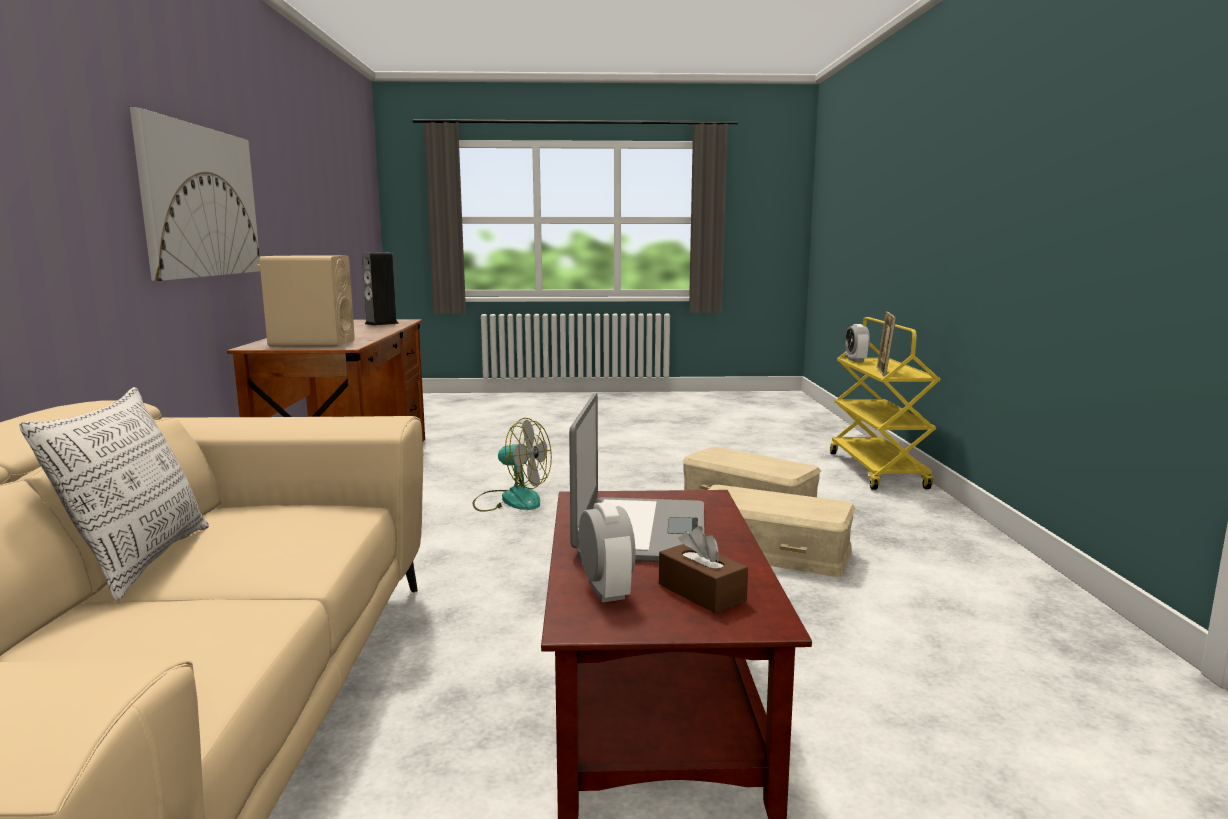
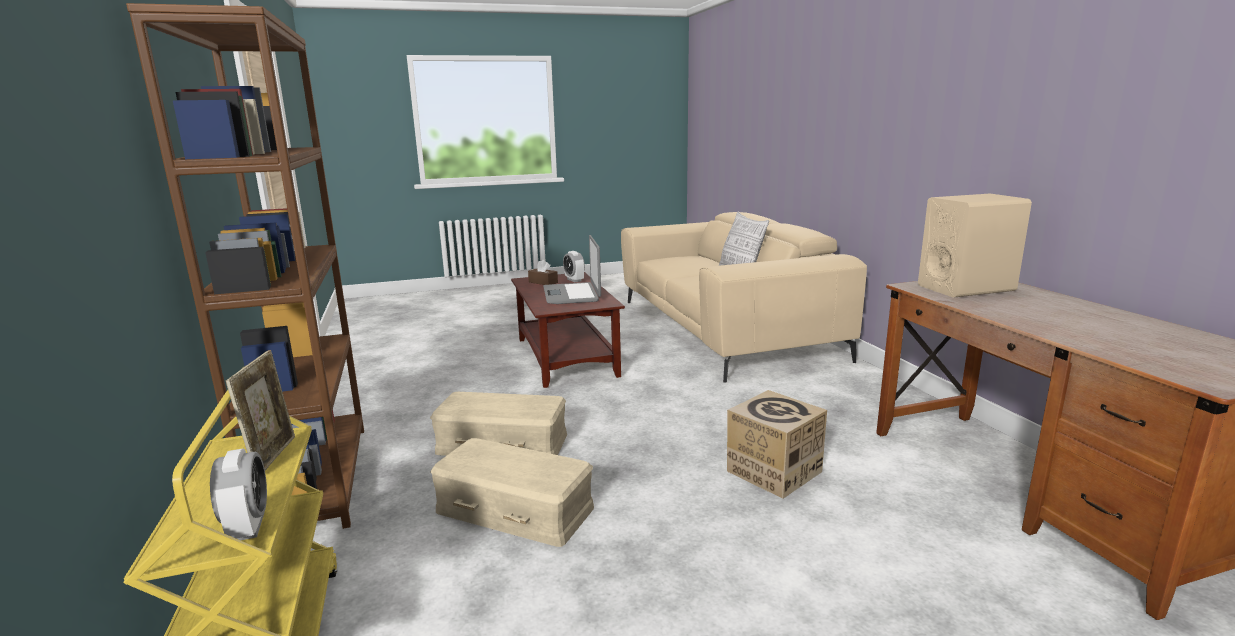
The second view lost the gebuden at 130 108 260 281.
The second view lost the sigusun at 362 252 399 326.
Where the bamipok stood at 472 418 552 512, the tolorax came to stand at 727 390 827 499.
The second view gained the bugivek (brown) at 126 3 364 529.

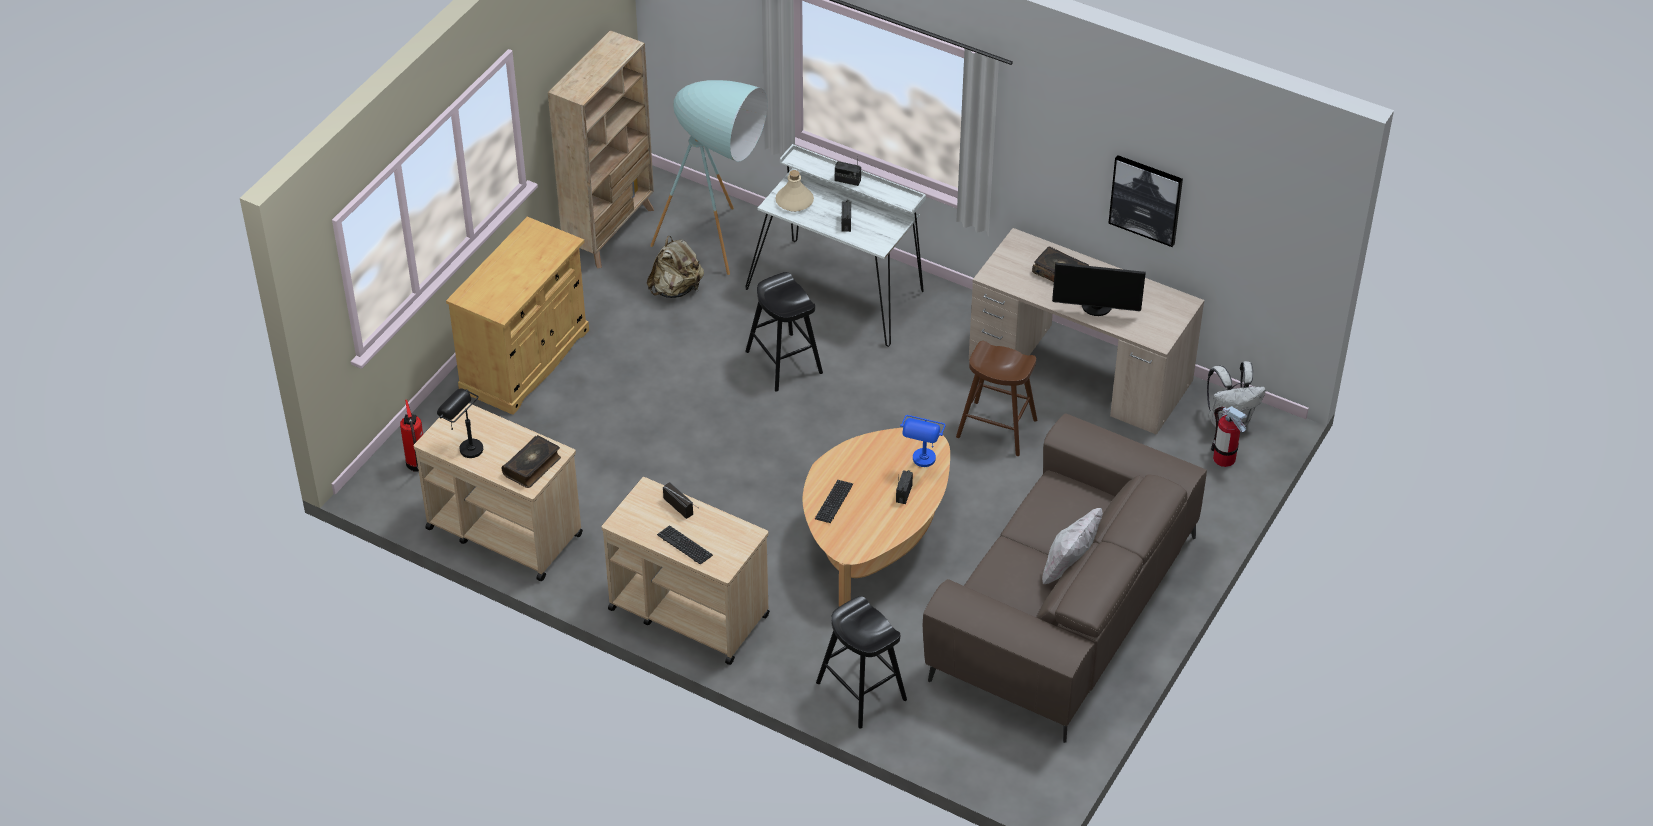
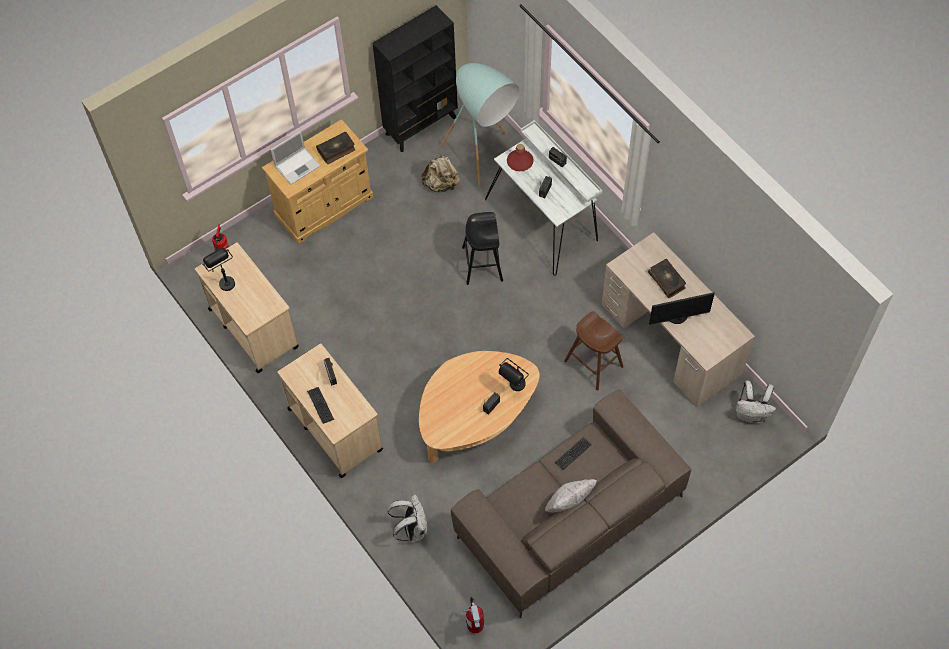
What was the bugivek (beige) at 548 30 654 269 turned into the bugivek (black) at 372 5 458 152.
The second view lost the gebuden at 1108 155 1183 247.
What was the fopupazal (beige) at 775 170 814 212 turned into the fopupazal (red) at 507 144 534 171.
The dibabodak at 1052 262 1146 316 ended up facing another way, 45 degrees counterclockwise from before.
The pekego ended up elsewhere, having gone from 1211 406 1247 467 to 463 597 484 634.
What was the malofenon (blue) at 900 415 946 467 turned into the malofenon (black) at 499 358 529 391.
The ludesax ended up elsewhere, having gone from 501 435 561 488 to 316 132 356 164.
The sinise ended up elsewhere, having gone from 815 480 853 523 to 555 437 592 470.
Where the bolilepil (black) stood at 816 596 907 728, the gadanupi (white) came to stand at 388 494 427 542.
The second view gained the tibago at 271 131 321 185.

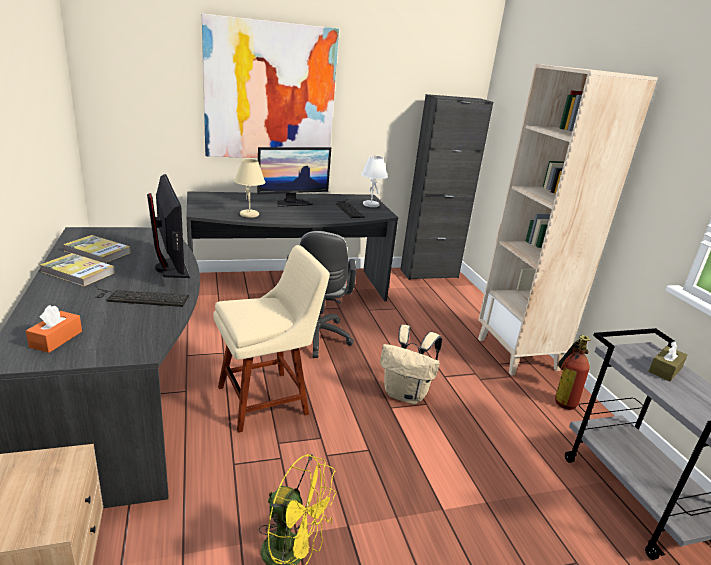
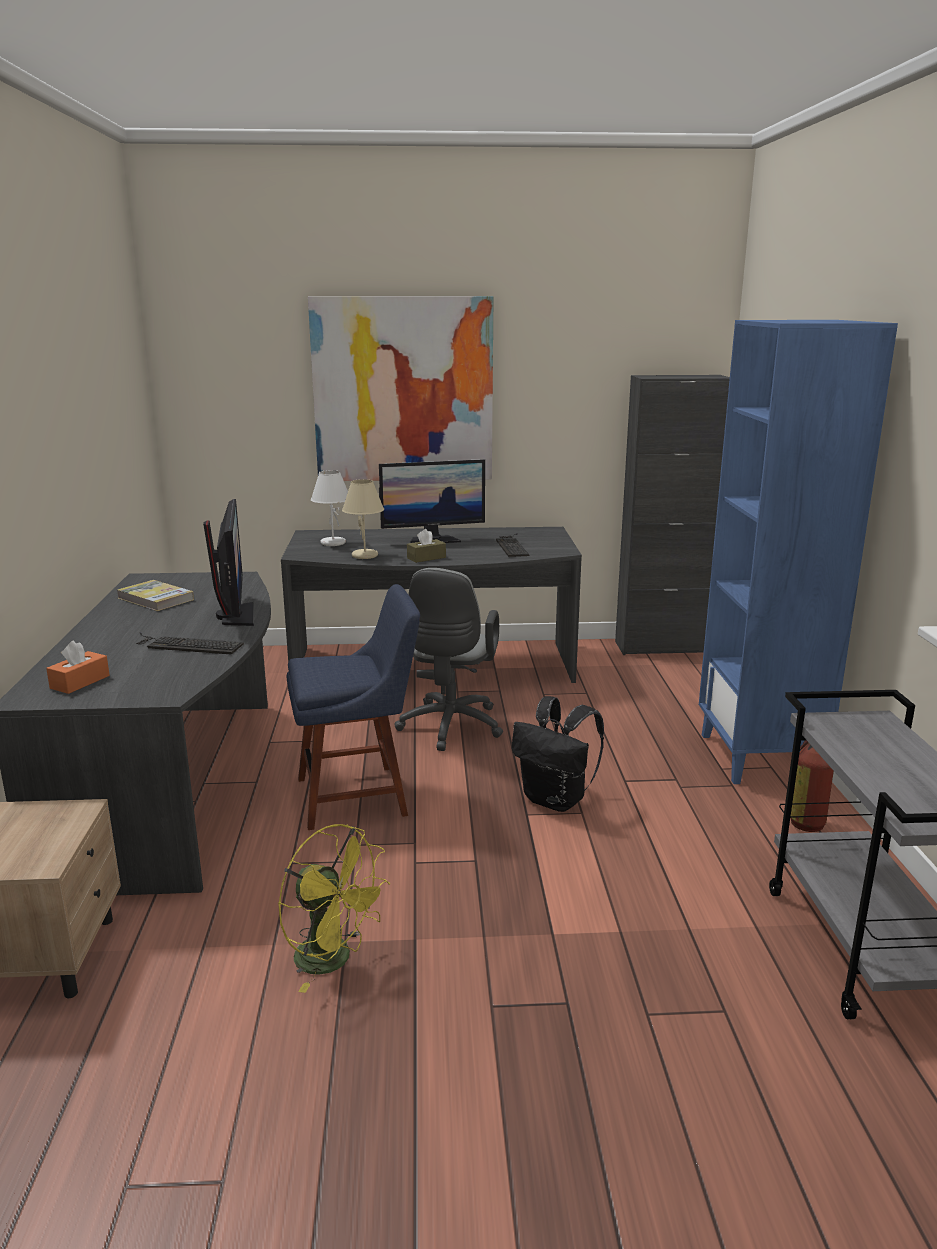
What was the bugivek (beige) at 478 64 658 376 turned into the bugivek (blue) at 699 320 898 784.
The malofenon (white) ended up elsewhere, having gone from 361 156 388 207 to 311 470 348 546.
What was the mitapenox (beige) at 213 245 330 433 turned into the mitapenox (blue) at 287 584 420 830.
The second view lost the ludesax at 40 253 115 286.
What was the gadanupi (beige) at 380 325 442 404 turned into the gadanupi (black) at 512 696 604 812.
The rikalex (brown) ended up elsewhere, having gone from 648 341 688 382 to 407 529 446 563.

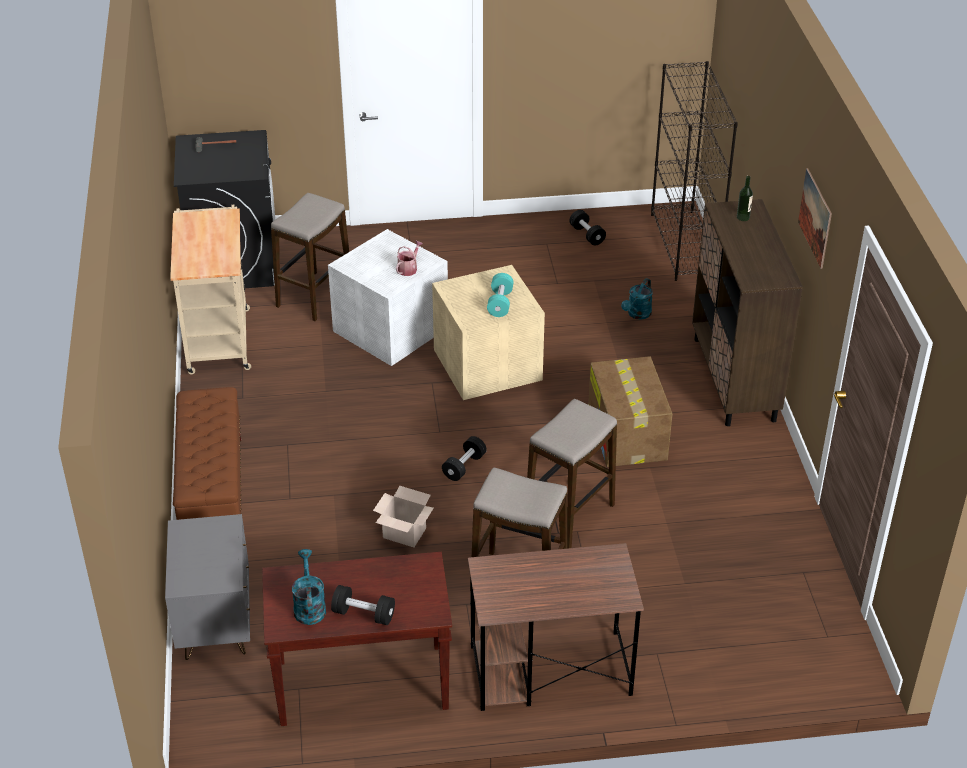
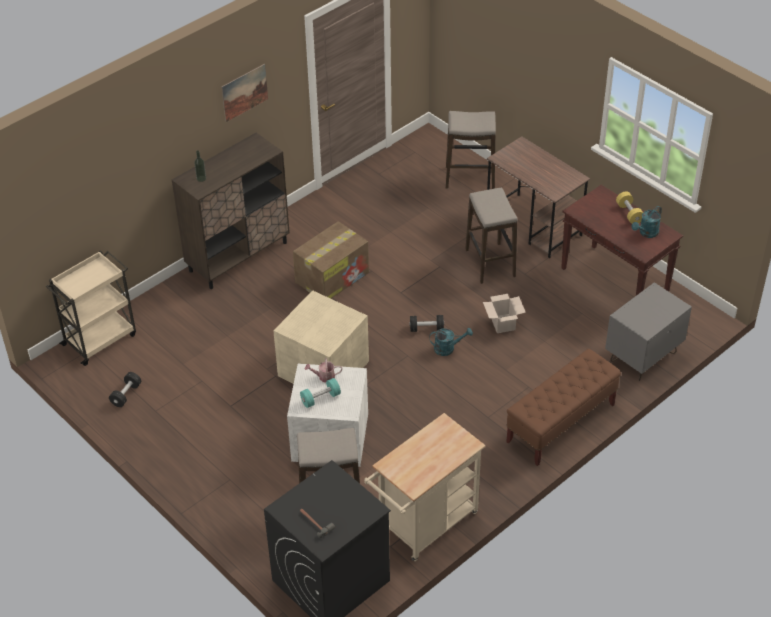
Where the bugivek (black) stood at 651 61 738 281, the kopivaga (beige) came to stand at 46 250 136 366.
The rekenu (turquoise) ended up elsewhere, having gone from 487 273 514 317 to 300 378 341 408.
The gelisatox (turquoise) ended up elsewhere, having gone from 621 278 653 320 to 429 328 473 356.
The bolilepil ended up elsewhere, having gone from 527 399 617 549 to 446 111 496 189.
What was the rekenu (black) at 331 585 395 625 turned into the rekenu (yellow) at 616 191 643 224.

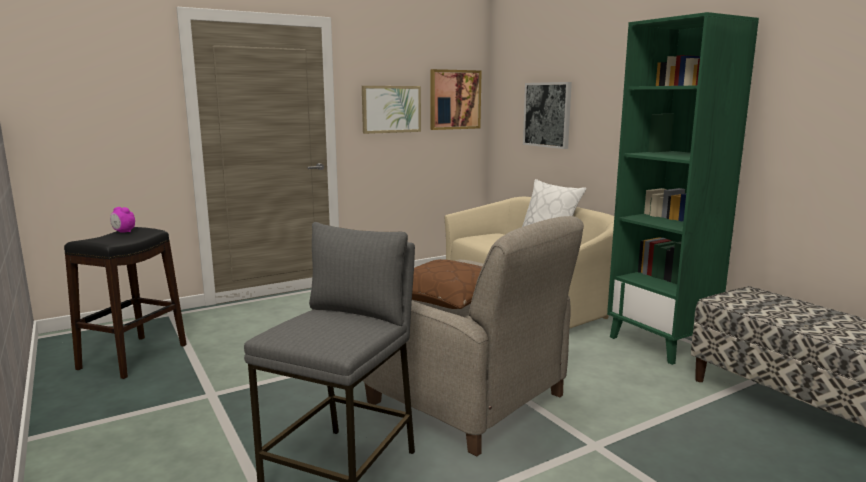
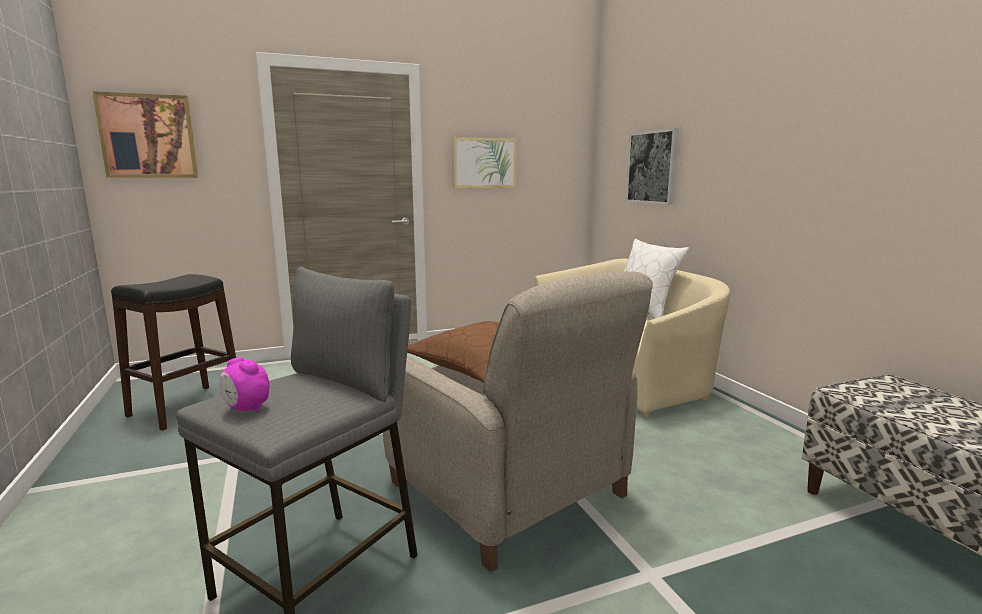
The second view lost the bugivek (green) at 607 12 759 365.
The gebuden ended up elsewhere, having gone from 430 69 482 130 to 92 91 198 178.
The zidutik ended up elsewhere, having gone from 110 207 135 233 to 219 357 269 412.

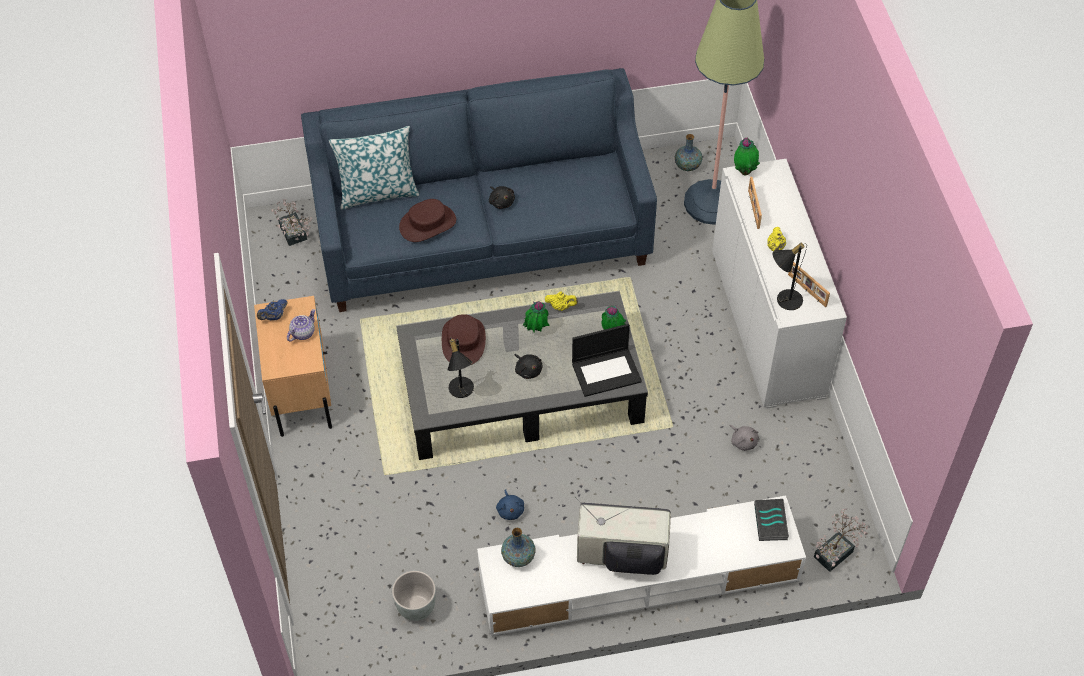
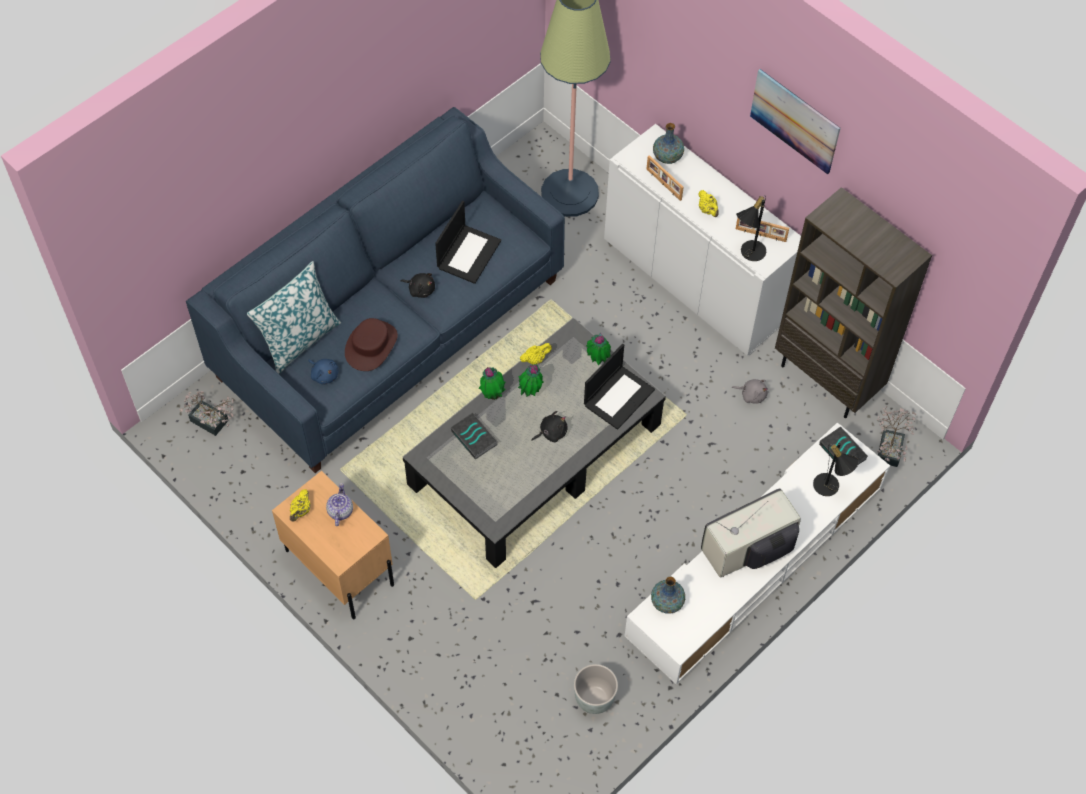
The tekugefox ended up elsewhere, having gone from 675 134 702 171 to 653 123 684 164.
The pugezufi ended up elsewhere, having gone from 734 137 760 175 to 479 367 506 400.
What was the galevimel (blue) at 257 299 288 321 turned into the galevimel (yellow) at 290 489 310 522.
Where the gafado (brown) stood at 442 314 486 365, the ludesax came to stand at 451 413 498 459.
The malofenon (black) ended up elsewhere, having gone from 447 337 474 398 to 813 443 859 496.
The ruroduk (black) at 514 354 543 379 ended up facing another way, 45 degrees counterclockwise from before.
The ruroduk (blue) ended up elsewhere, having gone from 496 489 524 520 to 308 359 339 385.
The second view gained the gebuden at 750 69 840 175.
The second view gained the bugivek (brown) at 775 187 932 418.
The second view gained the tibago at 435 201 501 284.

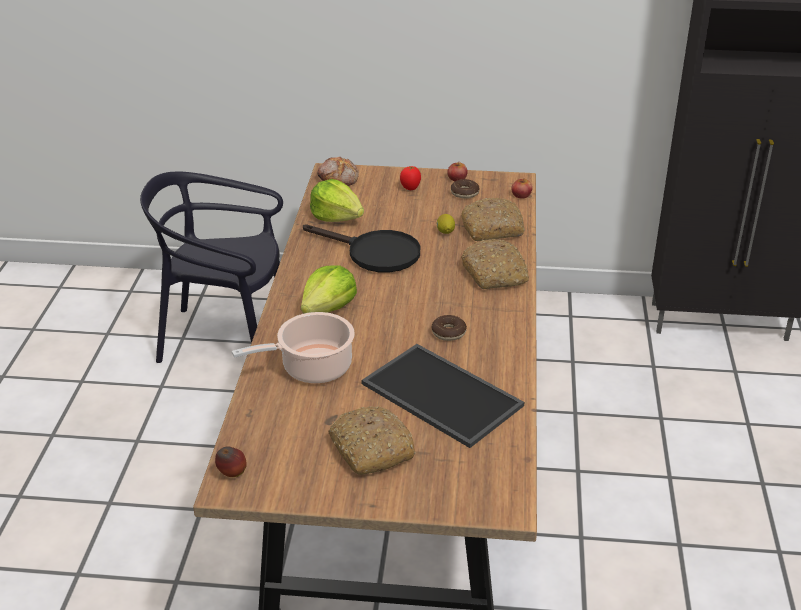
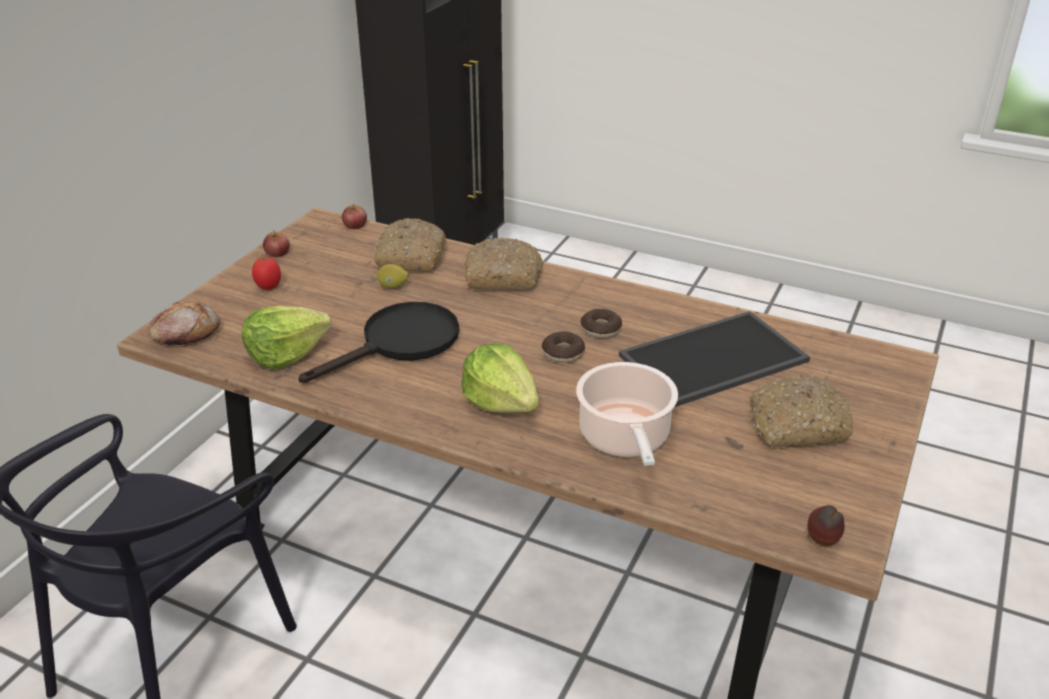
The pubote ended up elsewhere, having gone from 451 179 480 199 to 542 332 585 363.

